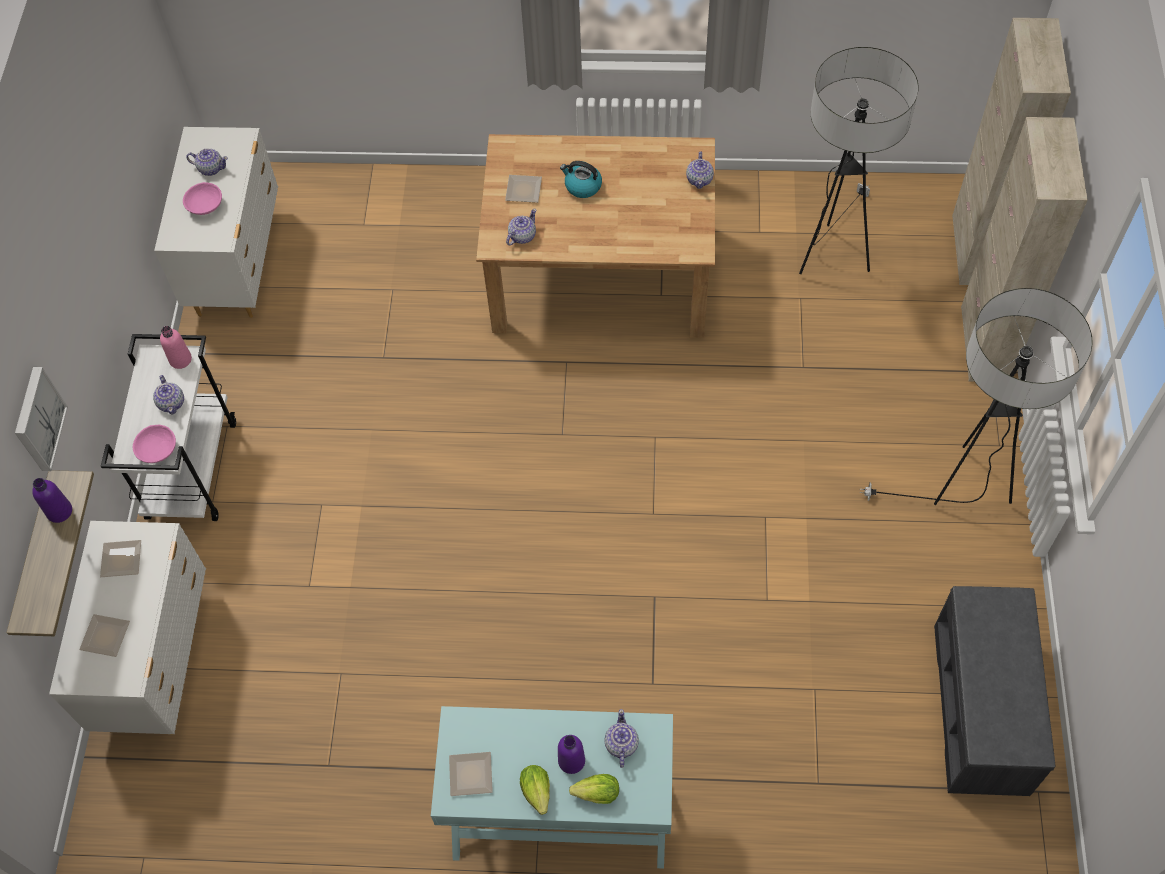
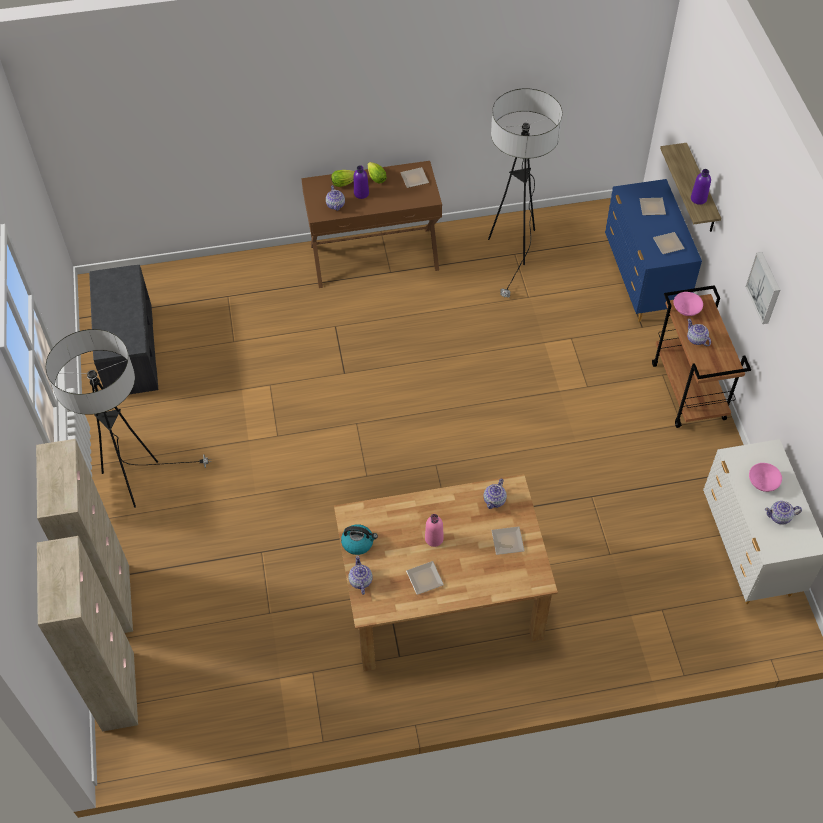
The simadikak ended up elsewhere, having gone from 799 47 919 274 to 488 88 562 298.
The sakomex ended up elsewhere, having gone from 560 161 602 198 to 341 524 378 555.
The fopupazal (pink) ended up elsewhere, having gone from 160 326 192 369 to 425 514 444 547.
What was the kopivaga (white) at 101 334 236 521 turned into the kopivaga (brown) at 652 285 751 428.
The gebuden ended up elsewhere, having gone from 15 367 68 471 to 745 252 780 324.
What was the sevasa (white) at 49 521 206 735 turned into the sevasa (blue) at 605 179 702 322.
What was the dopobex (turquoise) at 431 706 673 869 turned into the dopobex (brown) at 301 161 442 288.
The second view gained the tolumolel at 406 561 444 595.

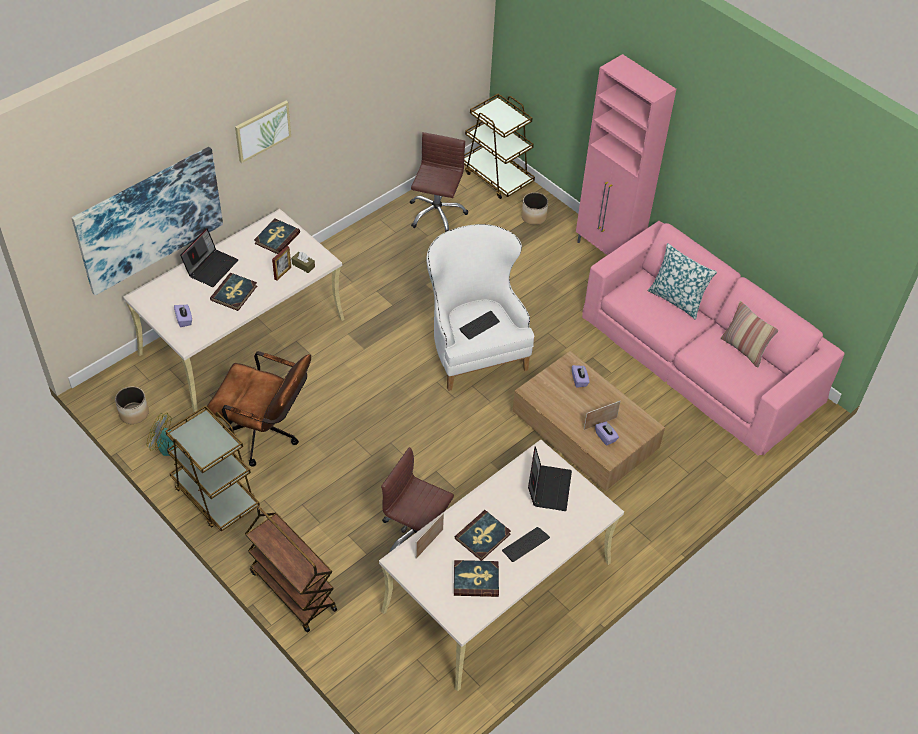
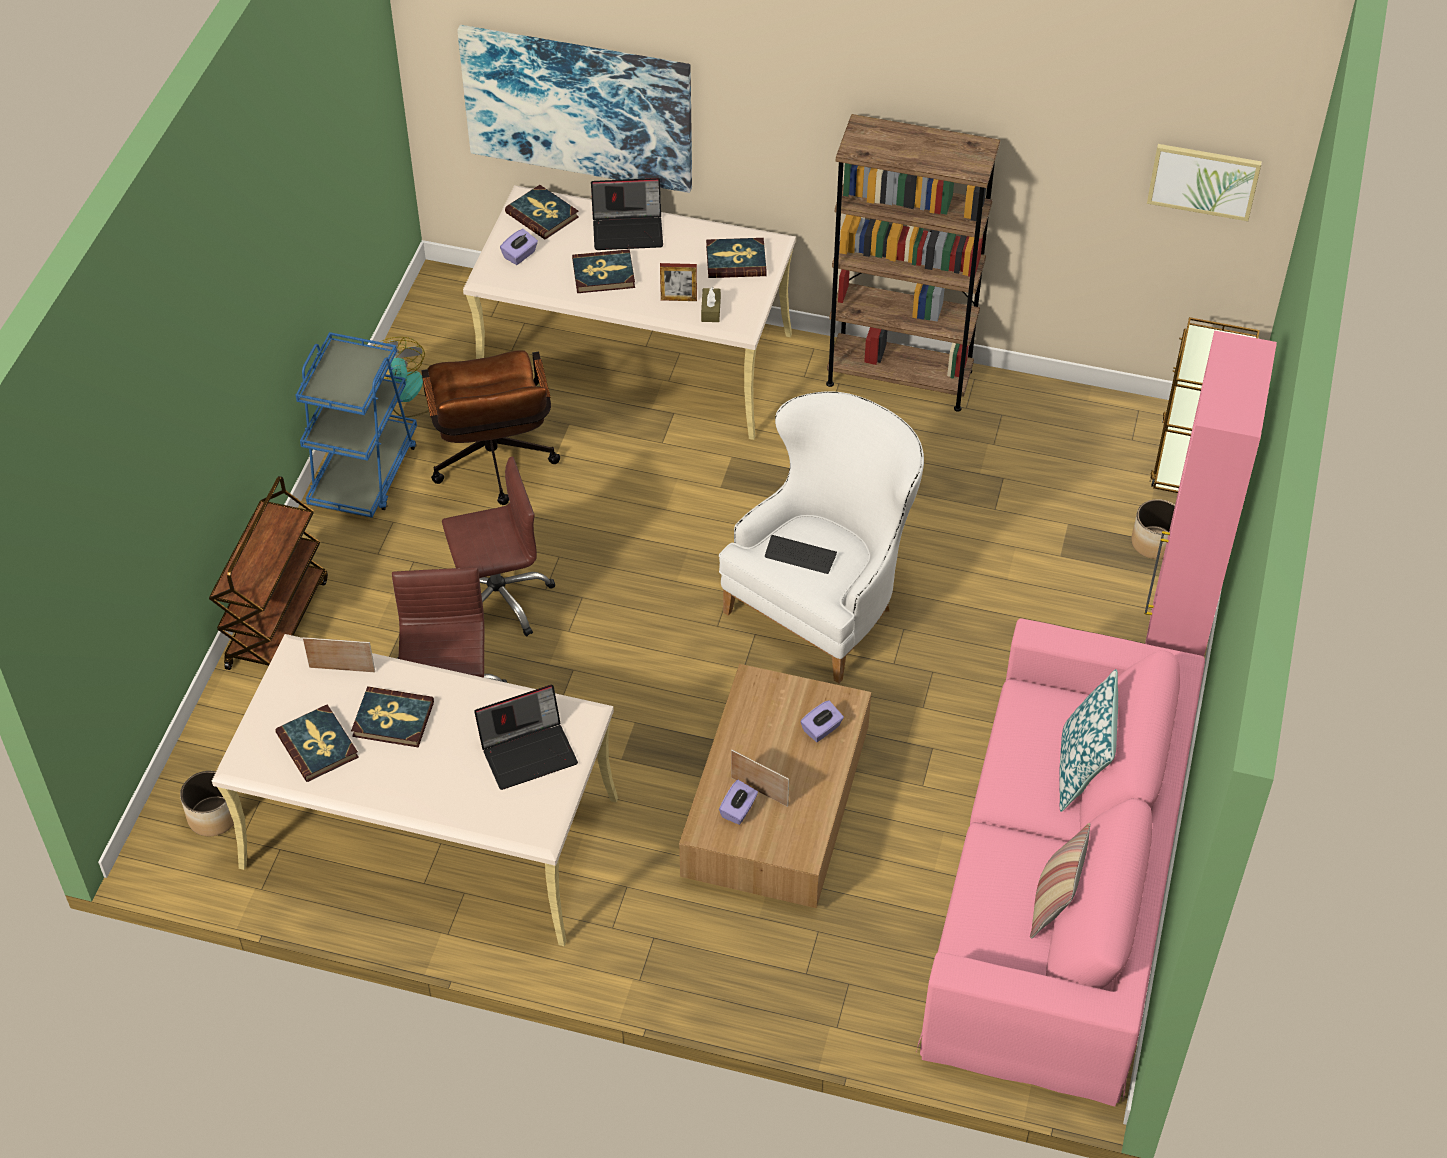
The gebuden ended up elsewhere, having gone from 235 101 291 163 to 1147 144 1262 221.
The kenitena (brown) ended up elsewhere, having gone from 410 132 468 232 to 442 456 555 637.
The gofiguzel ended up elsewhere, having gone from 115 386 149 424 to 180 771 234 836.
What was the kopivaga (brown) at 165 405 260 532 turned into the kopivaga (blue) at 296 332 417 518.
The second view lost the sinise at 502 527 550 562.
The second view gained the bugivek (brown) at 826 114 1000 412.
The second view gained the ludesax at 505 185 579 239.

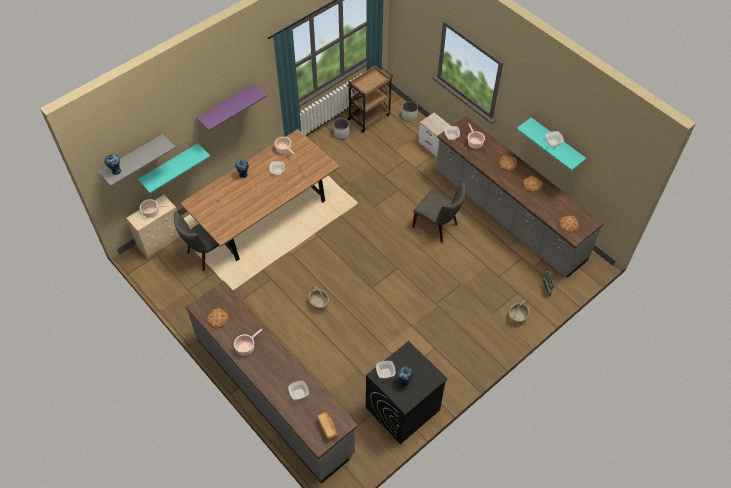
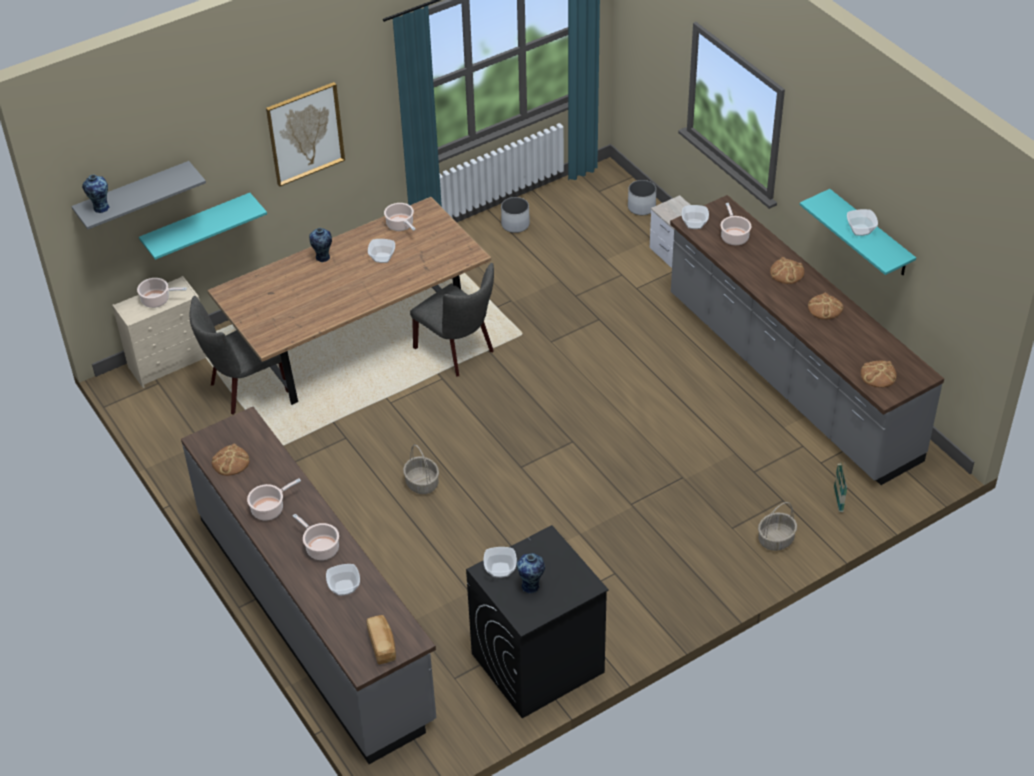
The second view lost the kopivaga (brown) at 347 65 393 132.
Where the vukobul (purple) hung at 196 84 267 131, the gebuden came to hang at 266 82 345 187.
The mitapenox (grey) ended up elsewhere, having gone from 412 182 466 243 to 410 263 494 377.
The second view gained the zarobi at 293 514 339 560.

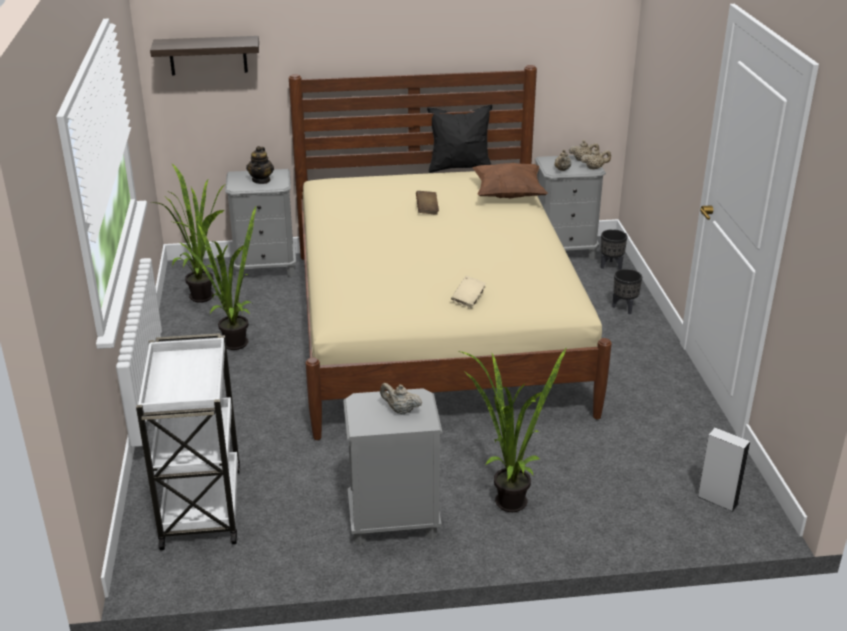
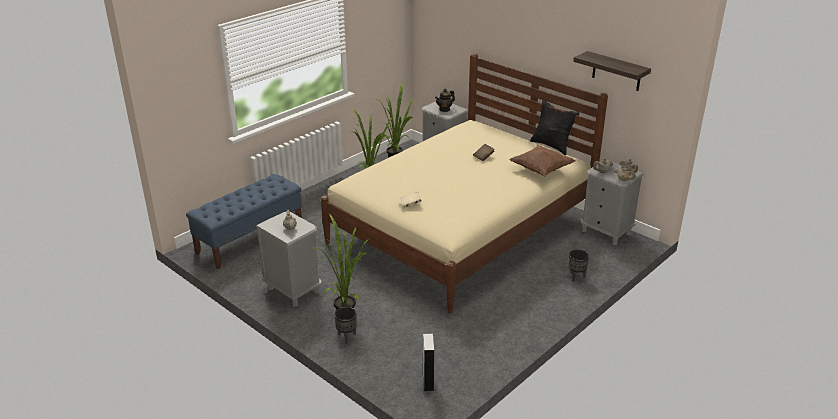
The vukobul ended up elsewhere, having gone from 150 36 259 75 to 573 51 651 91.
The gofiguzel (black) ended up elsewhere, having gone from 601 229 627 270 to 334 307 357 344.
Where the kopivaga (white) stood at 136 333 240 550, the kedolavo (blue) came to stand at 186 174 302 269.

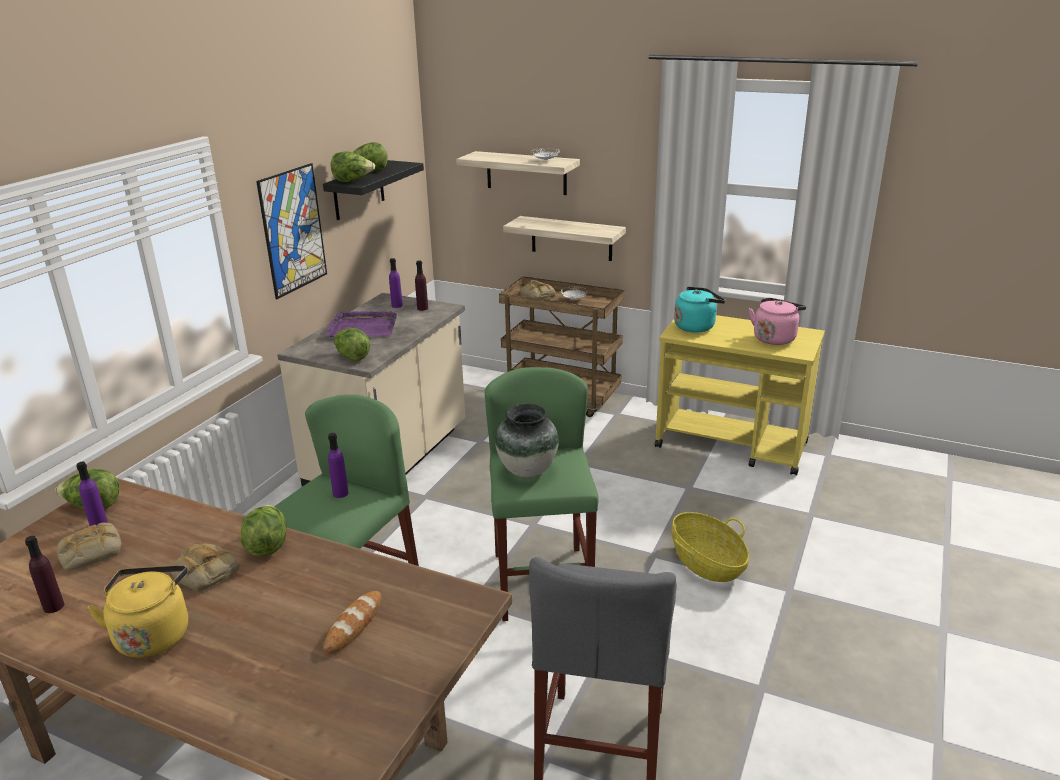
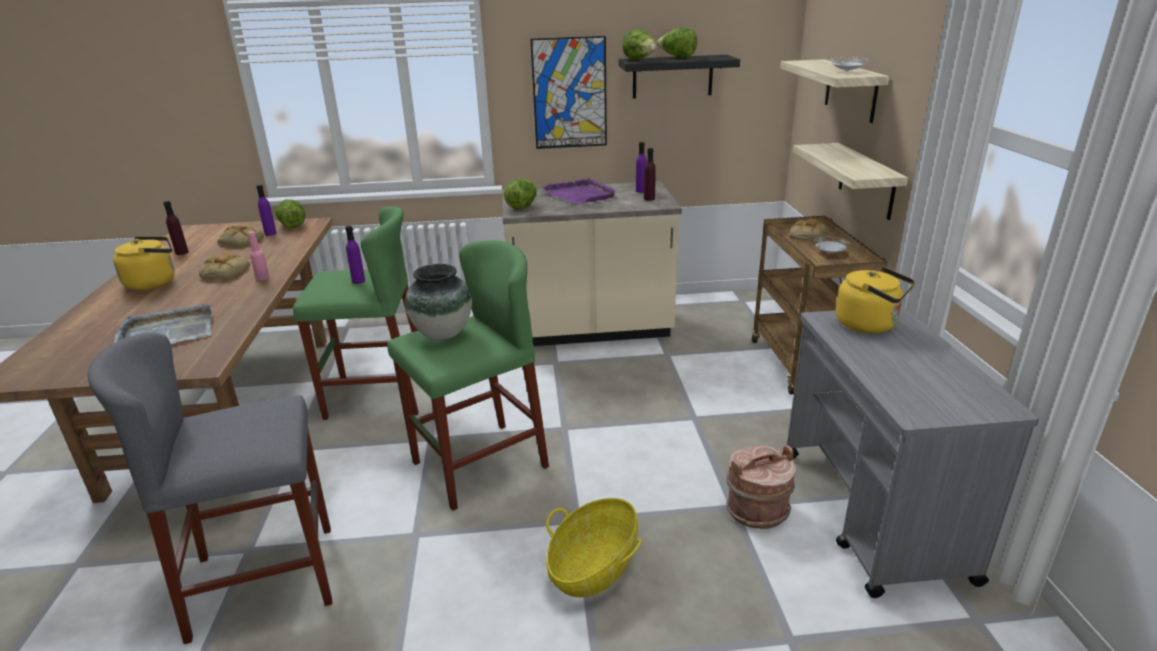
What was the sakomex (turquoise) at 674 286 725 333 turned into the sakomex (yellow) at 836 267 915 333.
The second view lost the sakomex (pink) at 749 298 806 345.
What was the kopivaga (yellow) at 654 315 825 476 turned into the kopivaga (grey) at 787 306 1039 598.
Where the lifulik stood at 241 505 286 557, the fopupazal (pink) came to stand at 248 231 269 280.
Where the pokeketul stood at 323 591 382 655, the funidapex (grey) came to stand at 114 304 212 344.
The second view gained the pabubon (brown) at 726 445 796 529.

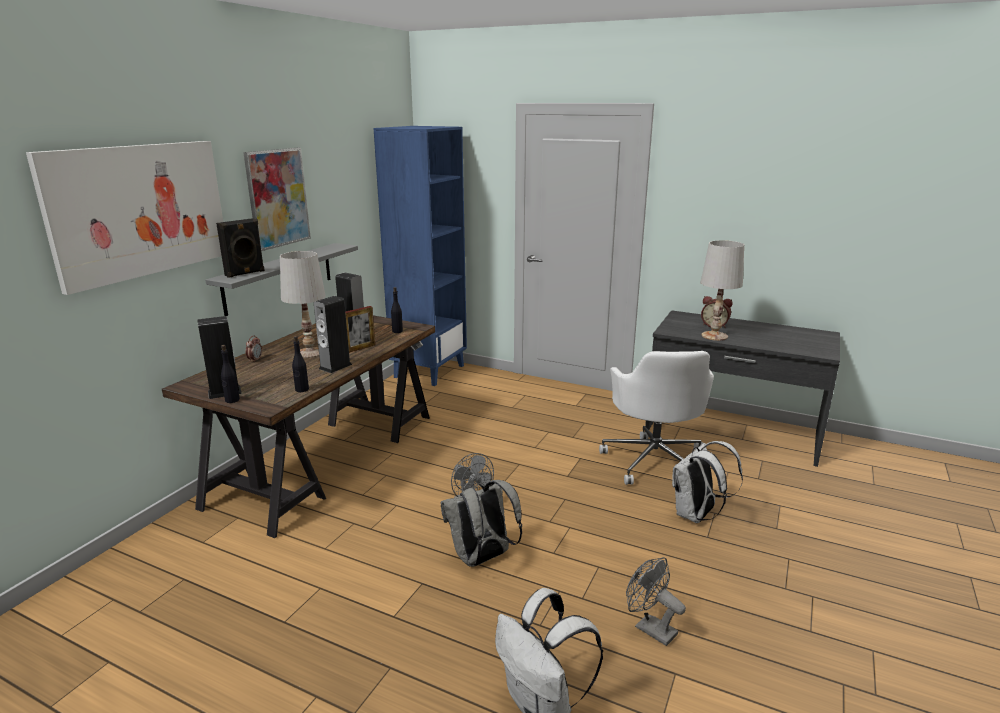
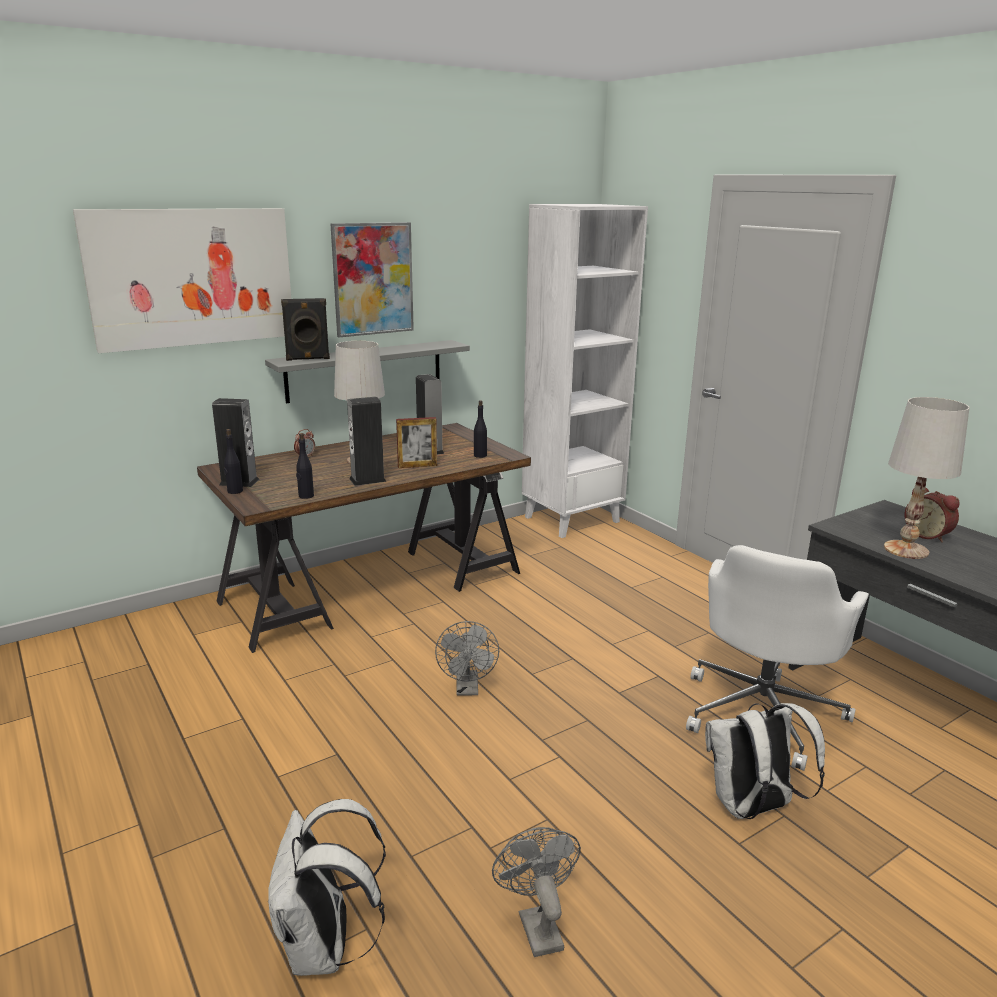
What was the bugivek (blue) at 373 126 467 386 turned into the bugivek (white) at 522 204 648 538.
The second view lost the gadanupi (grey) at 441 480 522 567.

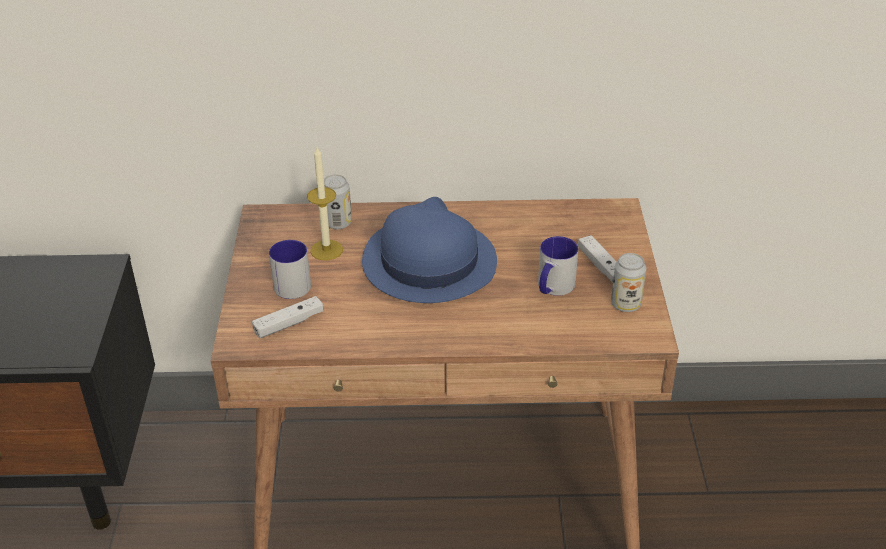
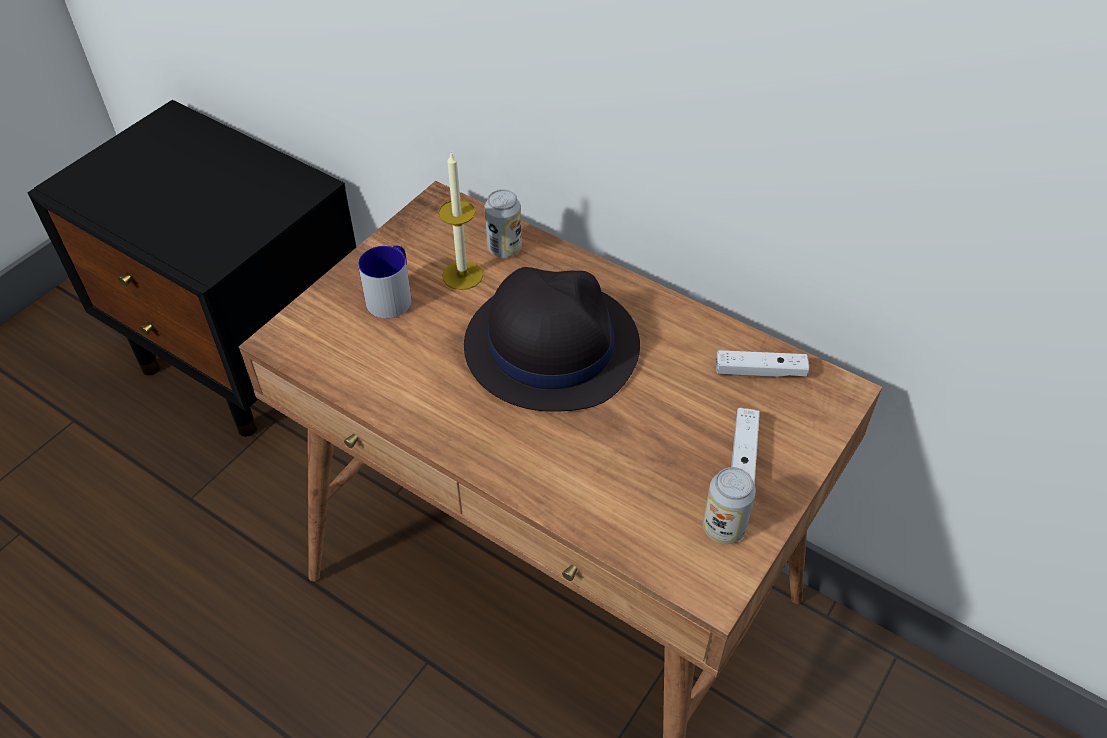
What was the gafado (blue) at 362 197 497 303 turned into the gafado (black) at 464 267 640 412.
The second view lost the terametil at 538 236 578 296.
The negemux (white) ended up elsewhere, having gone from 252 296 324 338 to 716 350 809 377.

